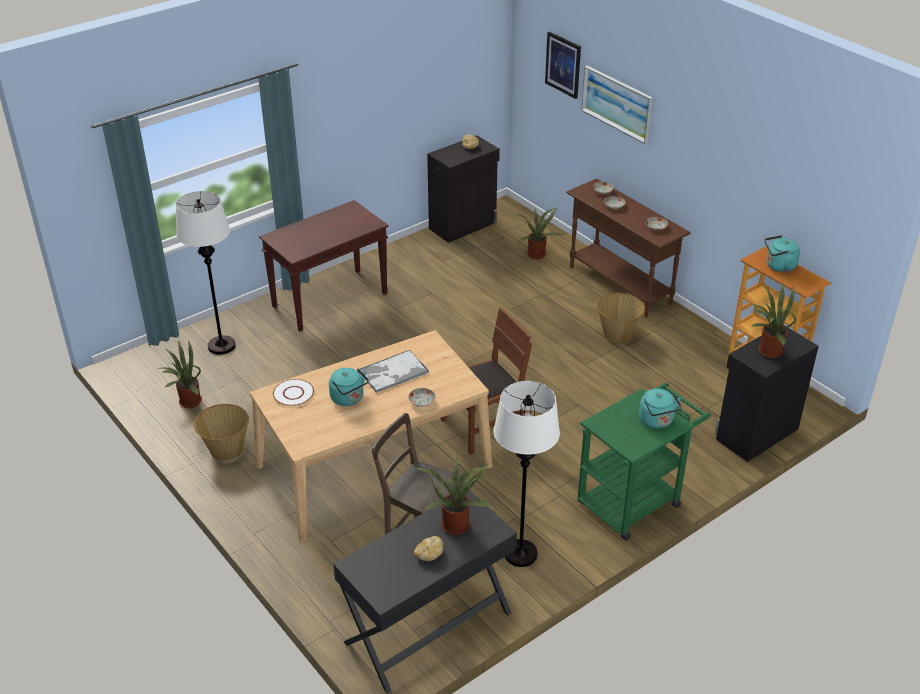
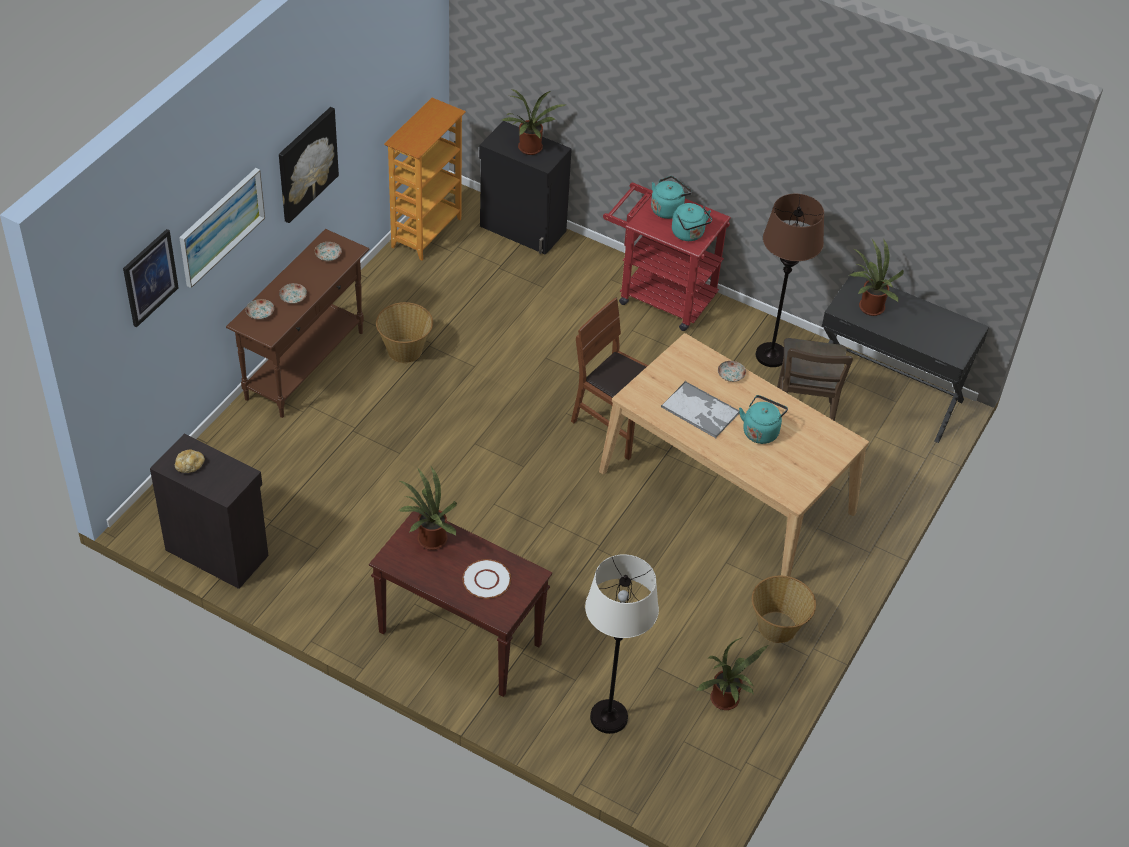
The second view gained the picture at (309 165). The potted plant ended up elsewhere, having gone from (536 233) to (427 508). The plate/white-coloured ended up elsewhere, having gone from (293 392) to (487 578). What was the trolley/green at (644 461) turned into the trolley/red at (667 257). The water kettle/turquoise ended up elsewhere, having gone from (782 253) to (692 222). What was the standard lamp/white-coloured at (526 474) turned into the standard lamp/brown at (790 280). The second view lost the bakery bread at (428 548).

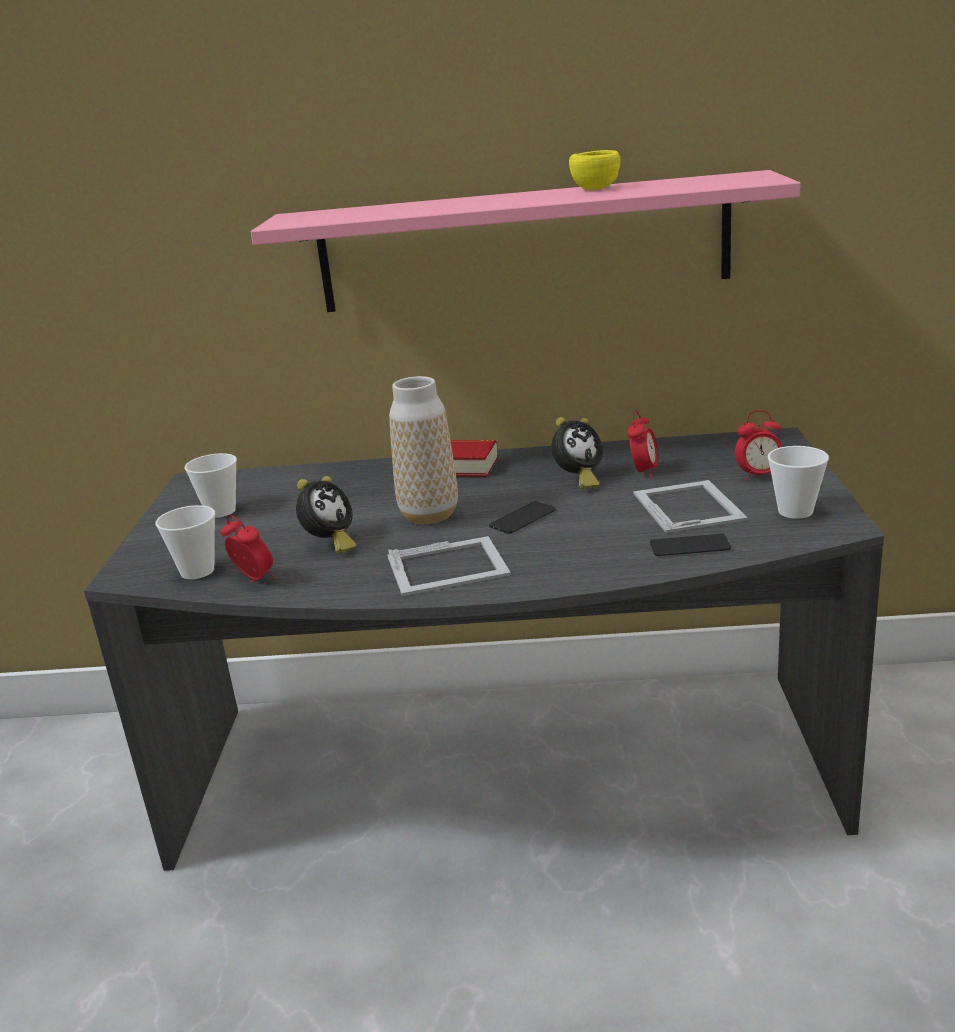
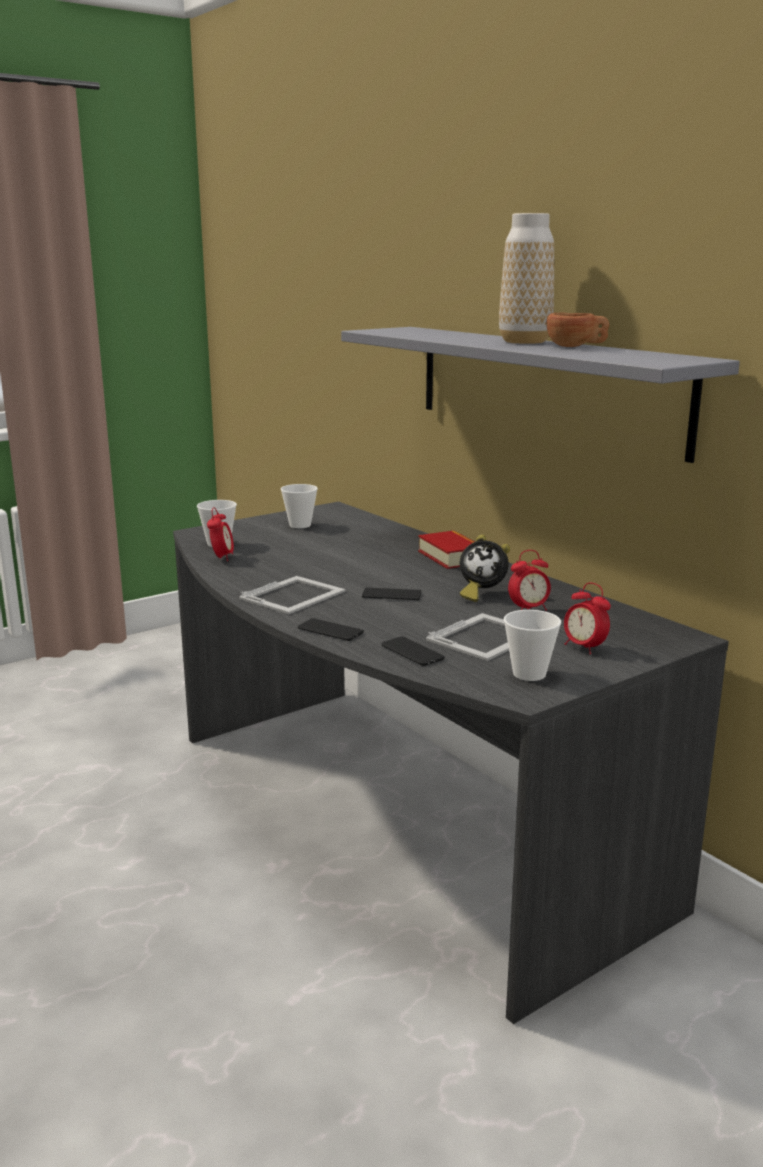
The picture frame at (449 566) ended up facing another way, 90 degrees counterclockwise from before. The second view gained the handset at (331 629). What was the shelf/pink-coloured at (526 241) turned into the shelf/gray at (540 395). The vase ended up elsewhere, having gone from (423 450) to (526 278). What was the cup/yellow-coloured at (595 170) turned into the cup/brown at (577 330). The second view lost the bedside clock at (326 514).

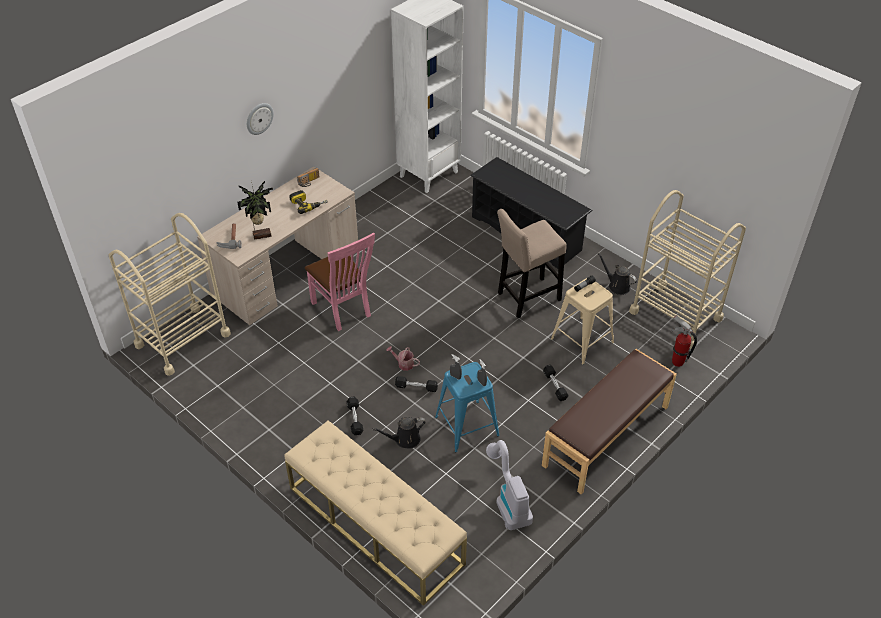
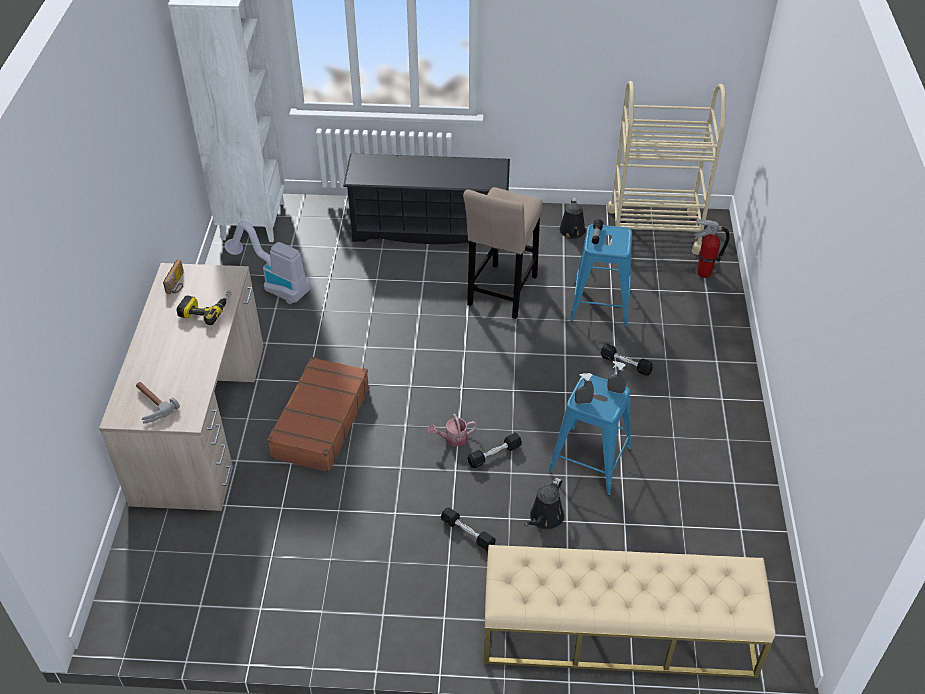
The vacuum ended up elsewhere, having gone from (509 485) to (268 262). Where the plain chair/pink-coloured stood at (340 282), the suitcase/brown came to stand at (318 414). The watering pot/black-coloured at (617 274) ended up facing another way, 90 degrees counterclockwise from before. What was the stool/beige at (582 321) turned into the stool/blue-coloured at (601 275). The second view lost the trolley/beige at (170 294). The second view lost the potted plant at (255 210). The second view lost the clock on the wall at (260 119). The second view lost the long seat/brown at (609 422).

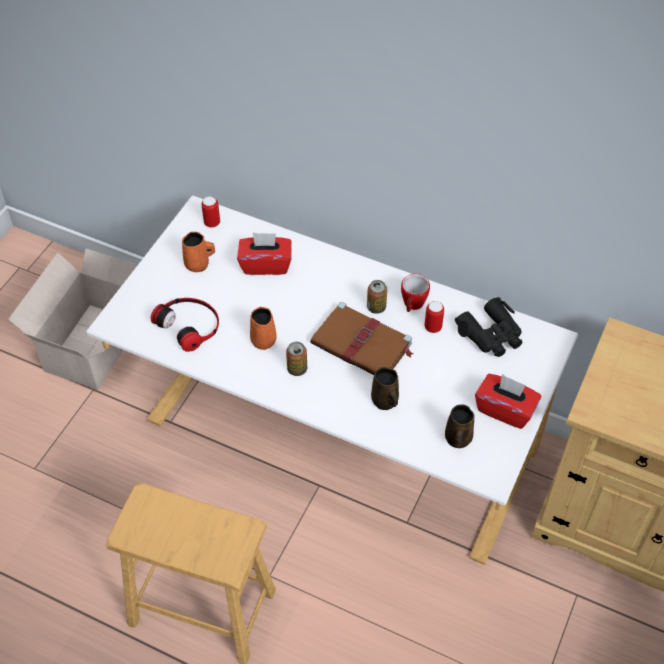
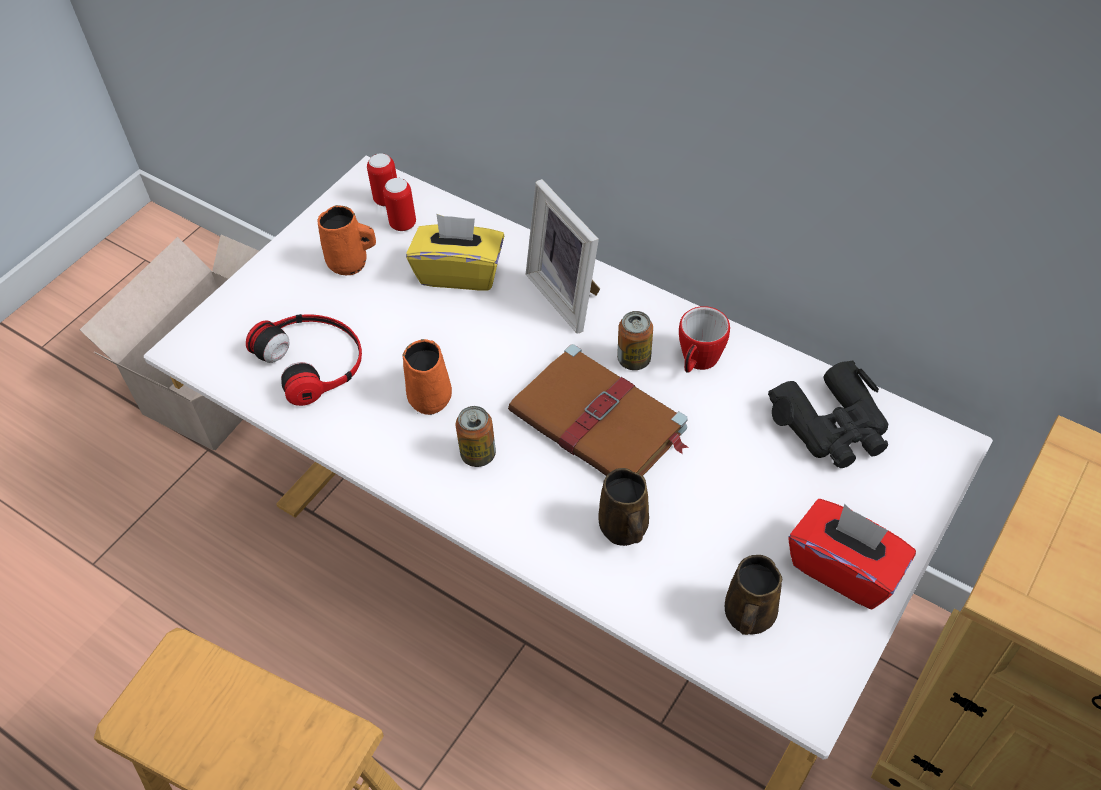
The sealed can ended up elsewhere, having gone from (434 317) to (399 204). What was the box of tissues/red at (264 254) turned into the box of tissues/yellow-coloured at (455 252). The second view gained the picture frame at (563 256).

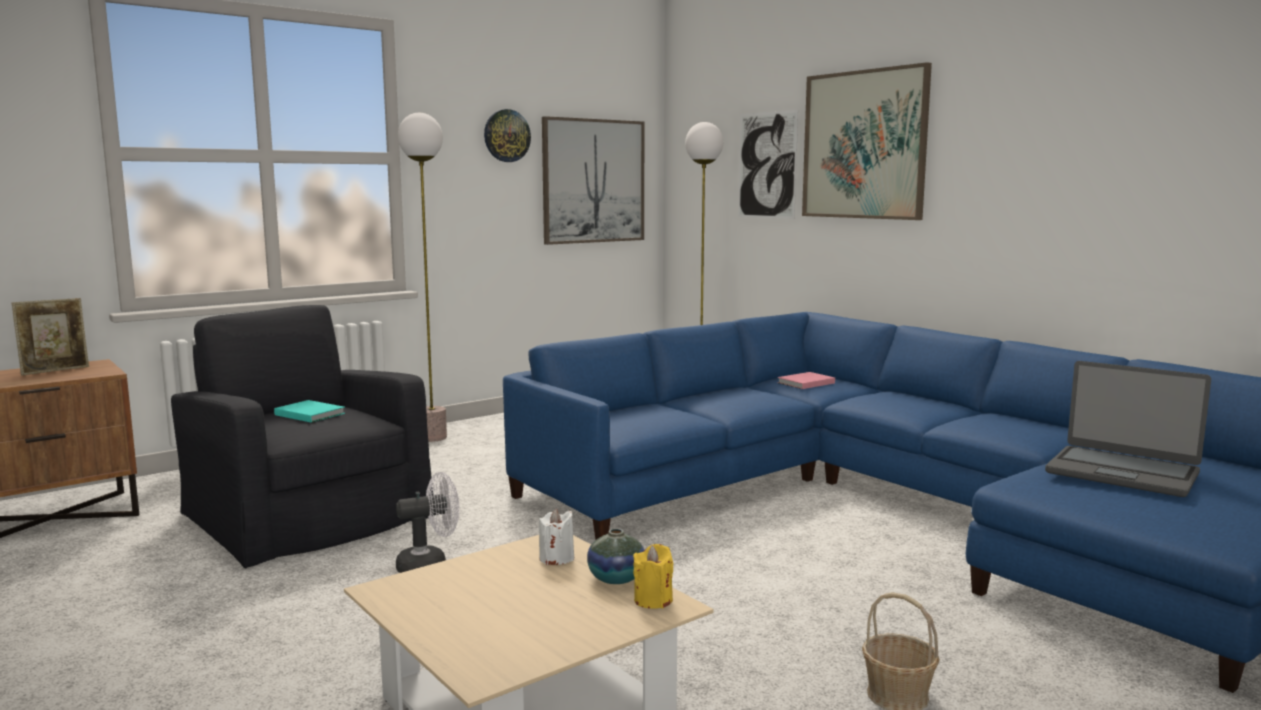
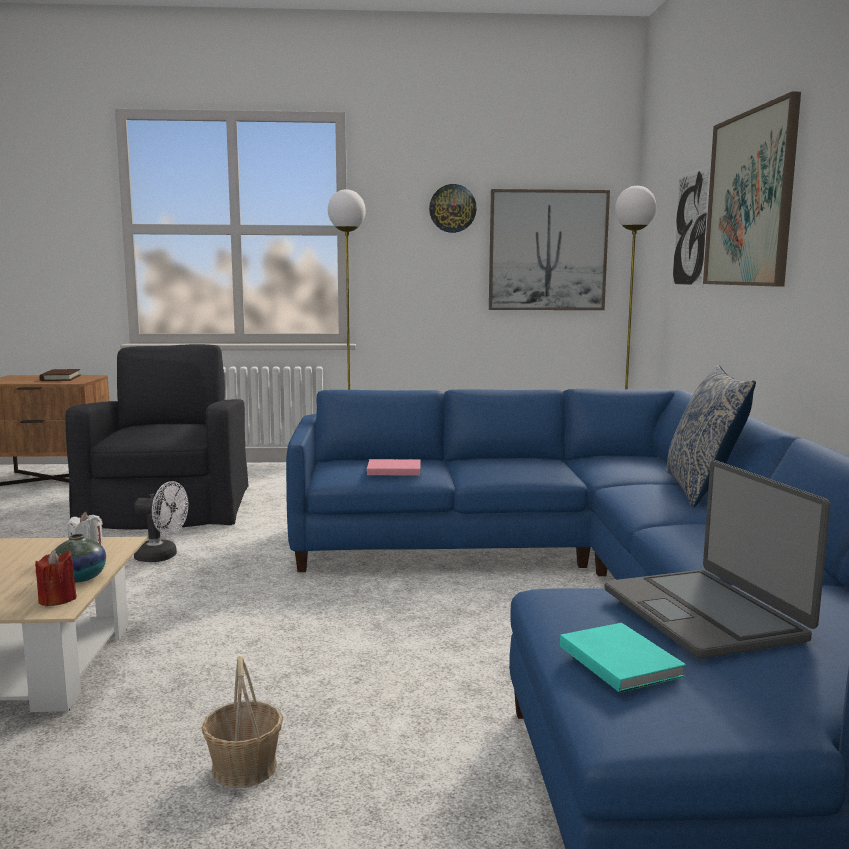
What was the wax light/yellow-coloured at (653 576) turned into the wax light/red at (56 578). Where the picture frame stood at (50 337), the volume/brown came to stand at (60 375). The volume/pink-coloured ended up elsewhere, having gone from (806 380) to (393 467). The volume/turquoise ended up elsewhere, having gone from (309 411) to (623 658). The second view gained the pillow at (711 436).

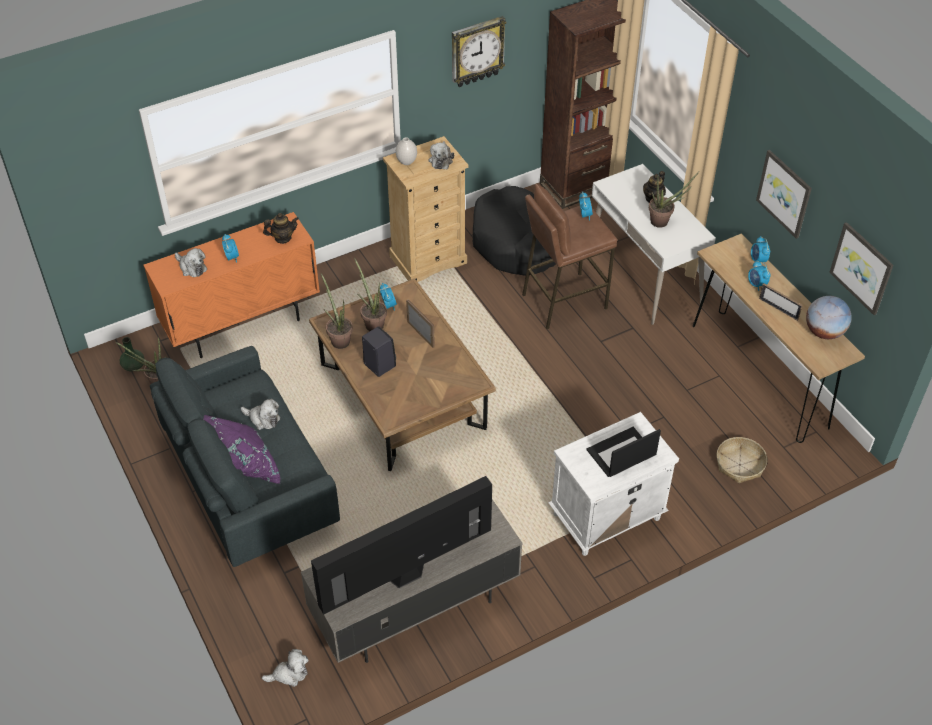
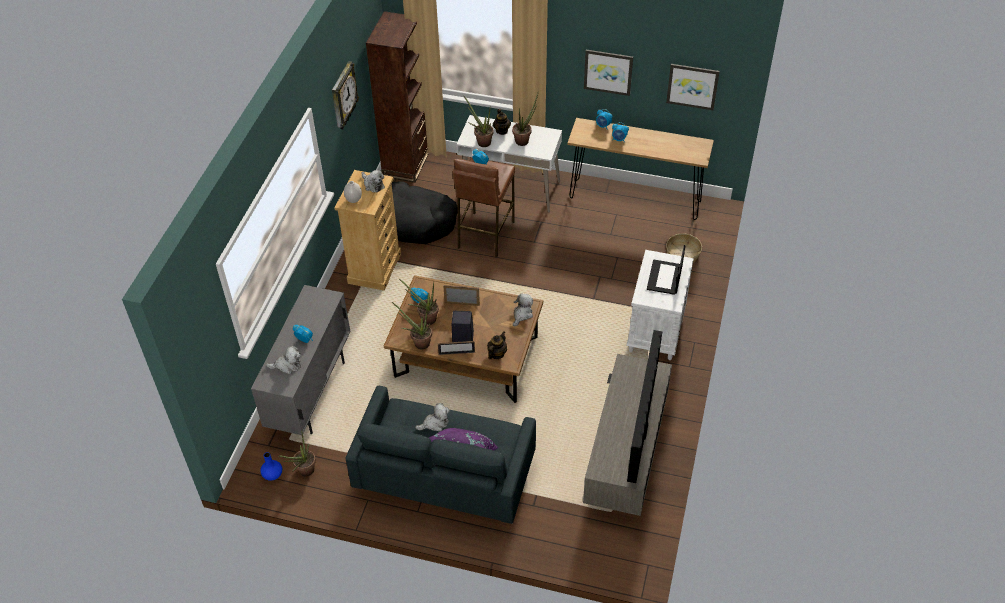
What was the cabinet/orange at (231 285) turned into the cabinet/gray at (301 360). What was the vase/green at (132 354) turned into the vase/blue-coloured at (271 466). The picture frame ended up elsewhere, having gone from (781 302) to (456 348). The second view gained the potted plant at (478 121). The teapot ended up elsewhere, having gone from (281 228) to (497 345). The soft toy ended up elsewhere, having gone from (285 668) to (523 309). The second view lost the desk globe at (829 317).

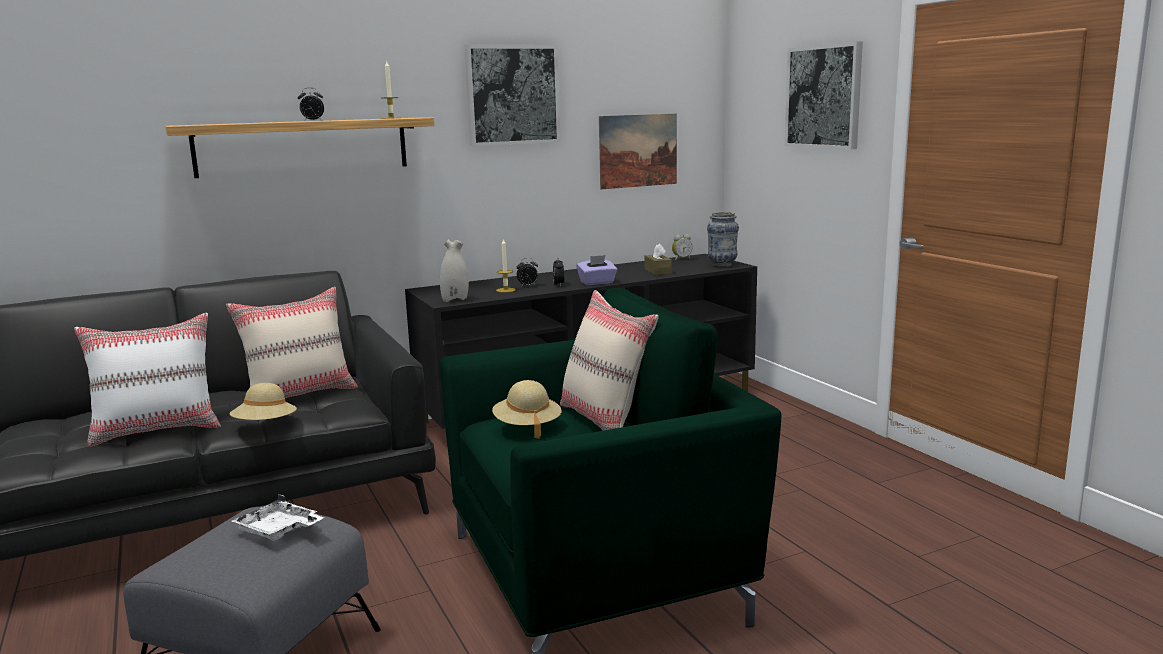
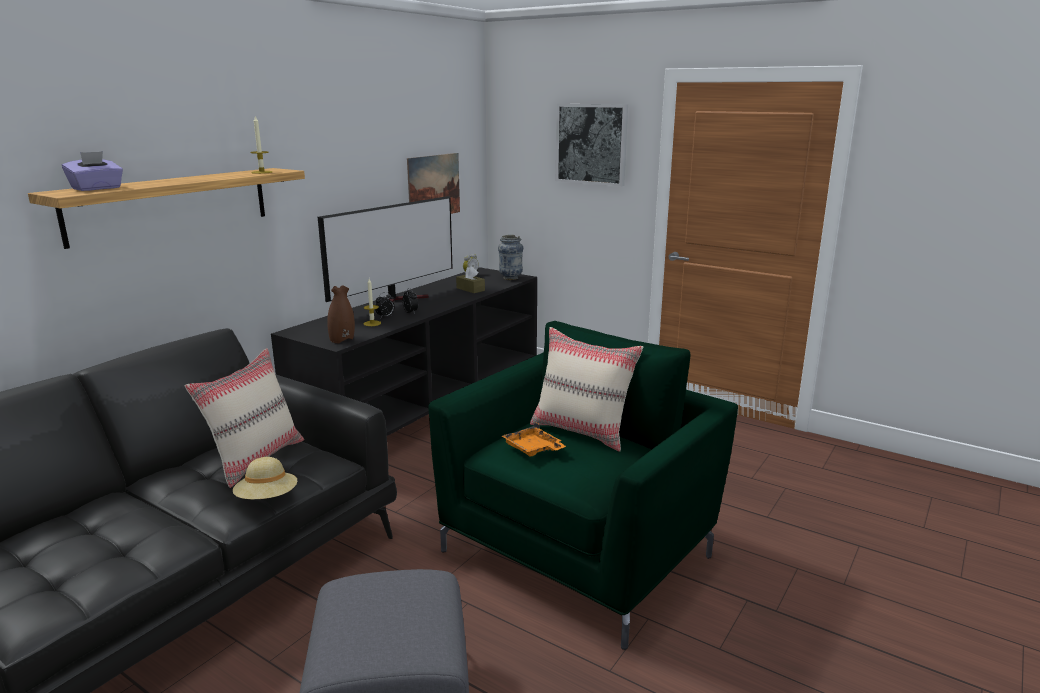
The box of tissues/purplish ended up elsewhere, having gone from (596 270) to (92 171). The second view gained the TV at (385 249). What was the vase/white-coloured at (454 271) turned into the vase/brown at (341 314). Where the clothing hat/beige stood at (526 409), the carrying tray/orange came to stand at (534 440). The second view lost the pillow/white-coloured at (147 380). The second view lost the carrying tray/white-coloured at (277 518). The second view lost the bedside clock at (311 104). The second view lost the picture at (513 95).

